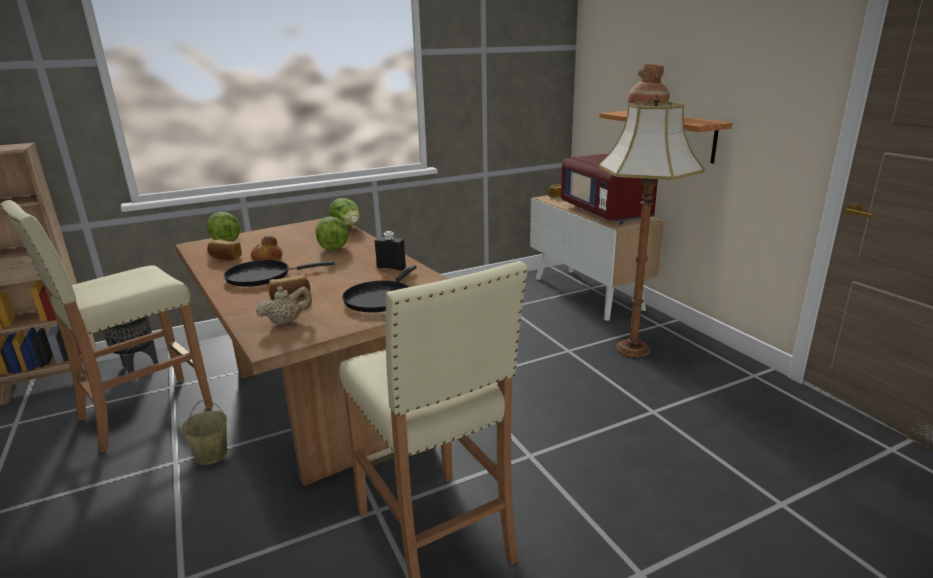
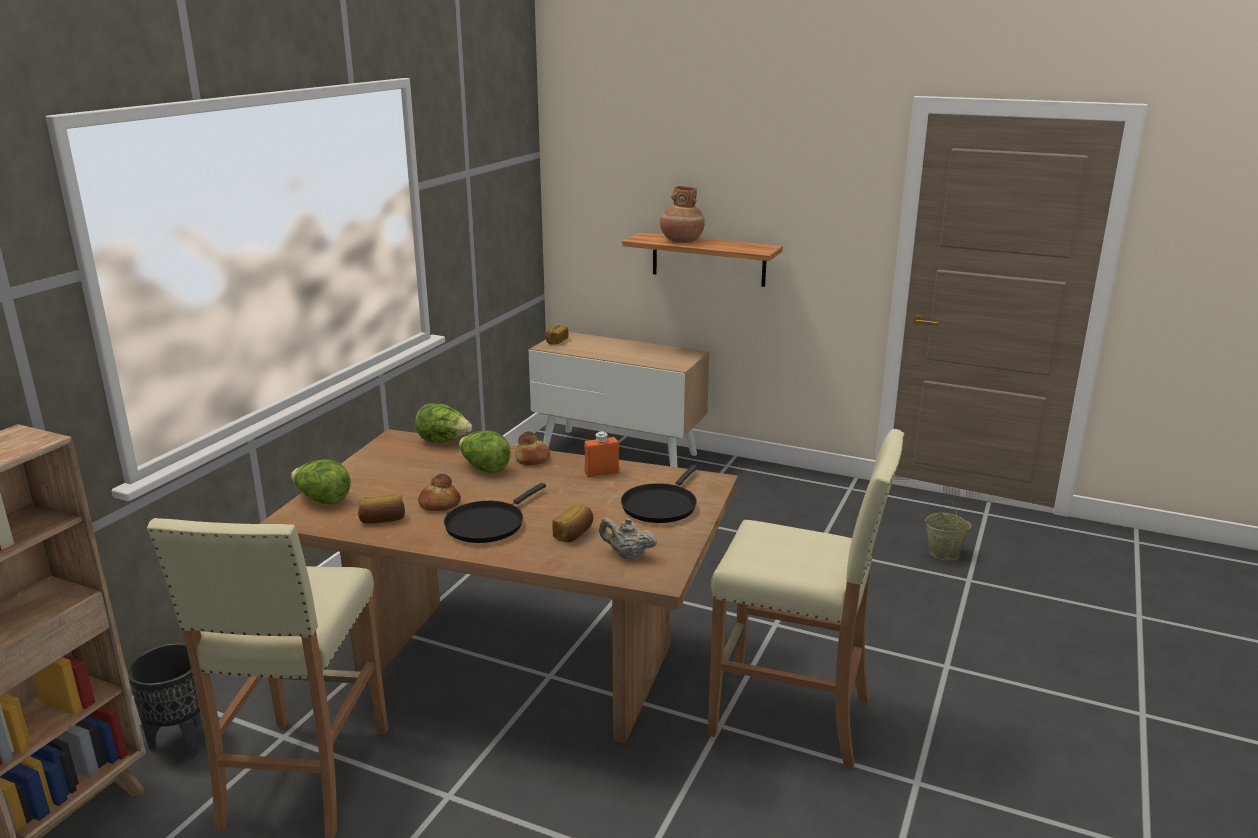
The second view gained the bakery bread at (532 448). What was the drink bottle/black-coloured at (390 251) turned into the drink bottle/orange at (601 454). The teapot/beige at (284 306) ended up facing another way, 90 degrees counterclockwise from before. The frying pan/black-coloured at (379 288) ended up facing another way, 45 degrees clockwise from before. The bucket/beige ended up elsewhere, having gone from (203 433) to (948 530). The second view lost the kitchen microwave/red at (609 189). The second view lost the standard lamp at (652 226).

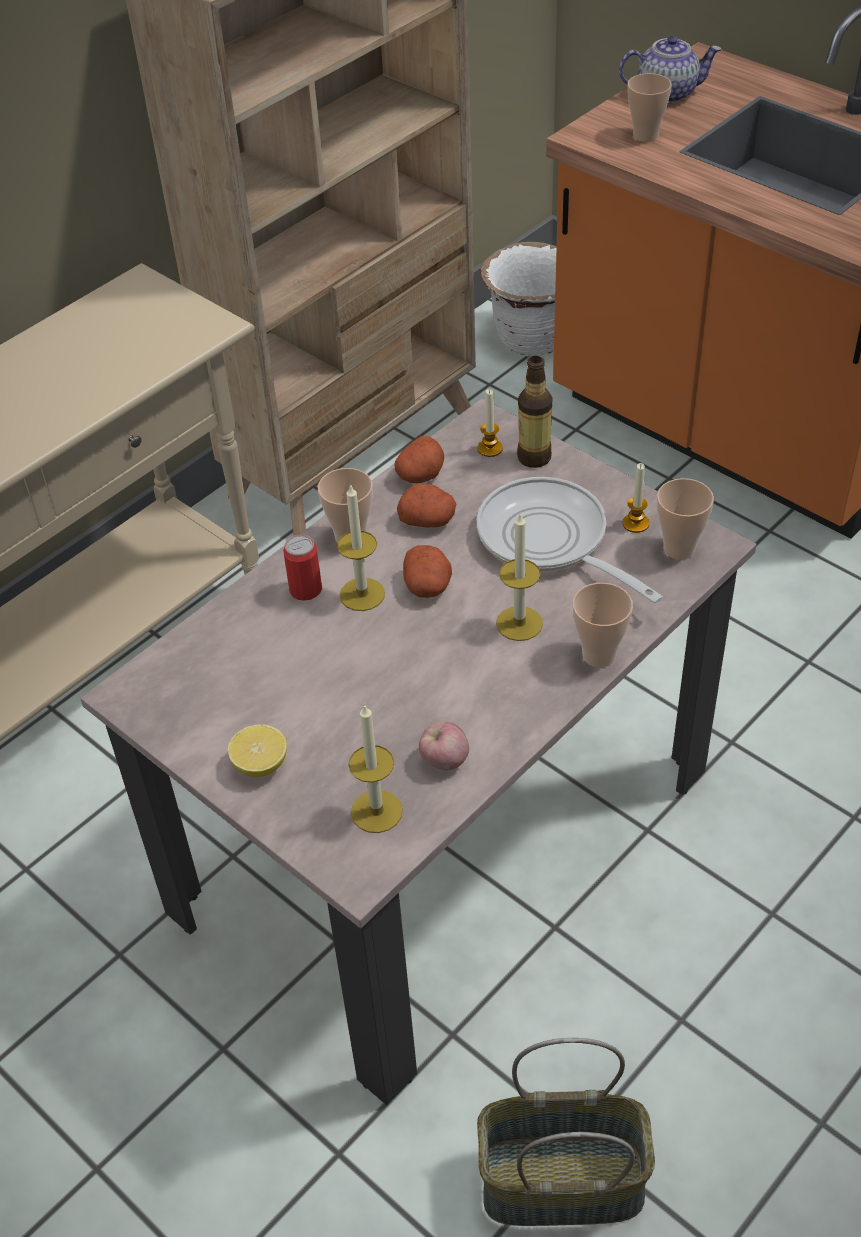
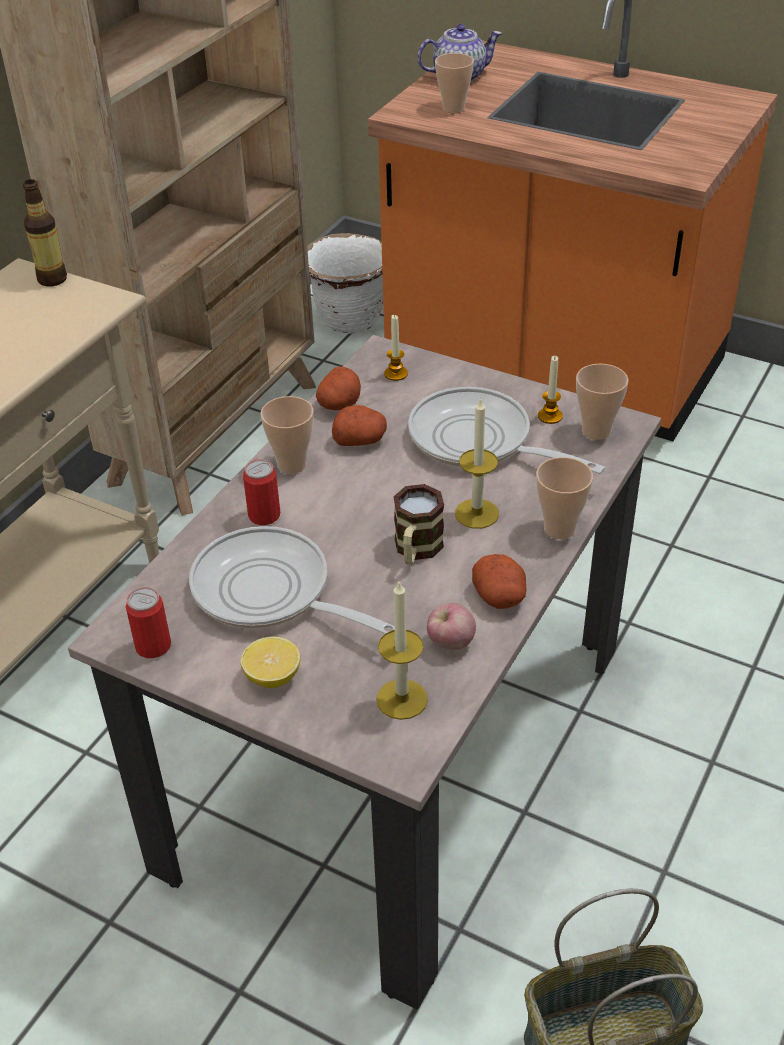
The drink bottle ended up elsewhere, having gone from (534 412) to (45 233). The second view gained the sealed can at (148 622). The second view gained the frying pan at (292 580). The second view gained the coffee mug at (418 524). The potato ended up elsewhere, having gone from (427 571) to (499 581). The second view lost the wax light at (361 547).

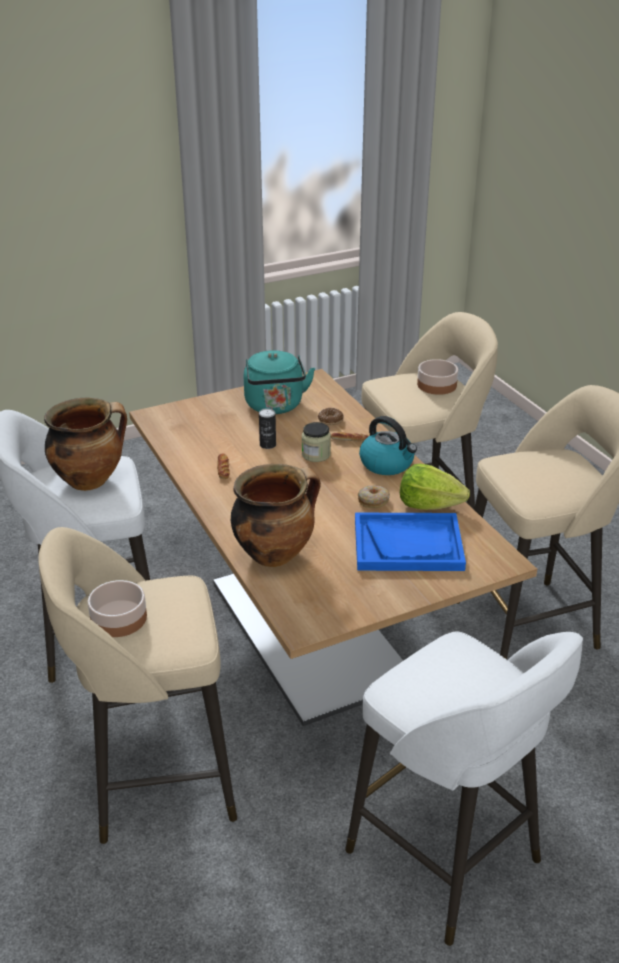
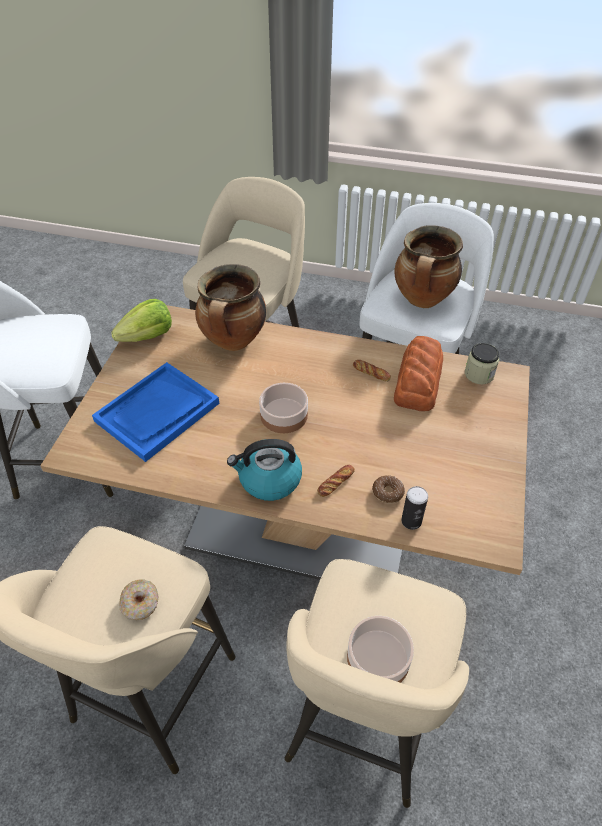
The head of lettuce ended up elsewhere, having gone from (435 487) to (141 320). The donut ended up elsewhere, having gone from (374 496) to (139 599). The deep dish ended up elsewhere, having gone from (117 608) to (283 408). The second view gained the bakery bread at (418 373). The sealed can ended up elsewhere, having gone from (267 428) to (414 508). The jar ended up elsewhere, having gone from (316 442) to (482 363). The second view lost the water kettle/turquoise at (279 382).

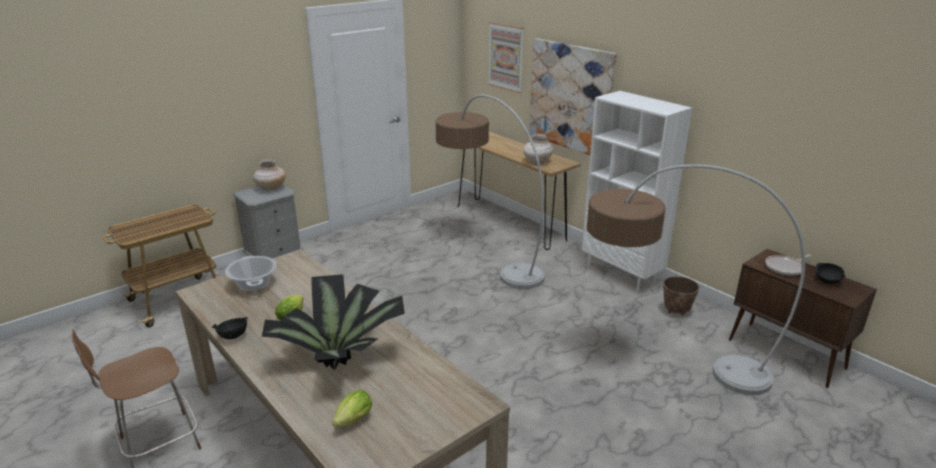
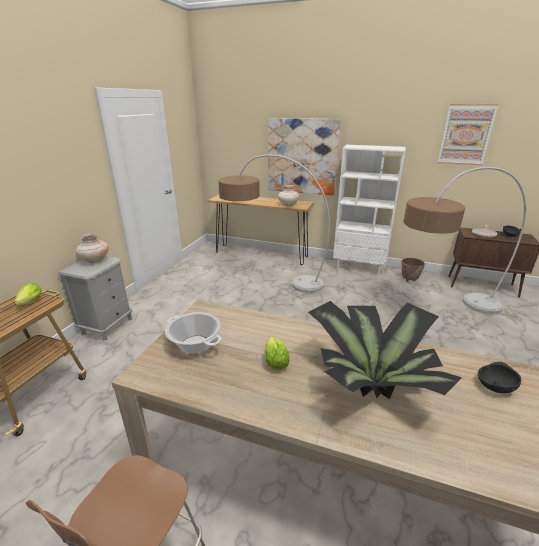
The head of lettuce ended up elsewhere, having gone from (352 409) to (28 294). The picture ended up elsewhere, having gone from (506 57) to (468 134). The deep dish/black-coloured ended up elsewhere, having gone from (230 328) to (499 377).

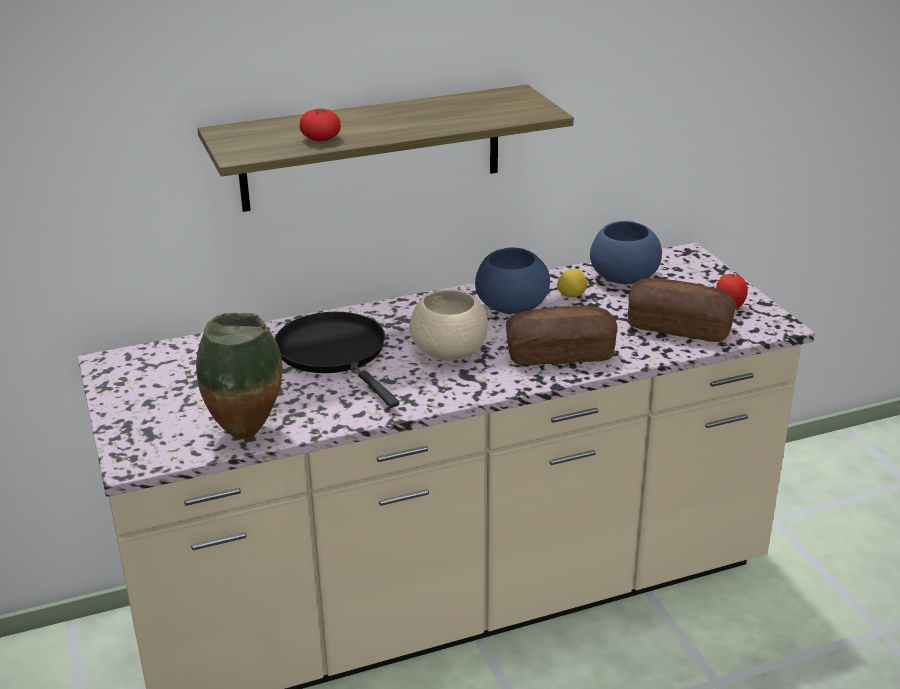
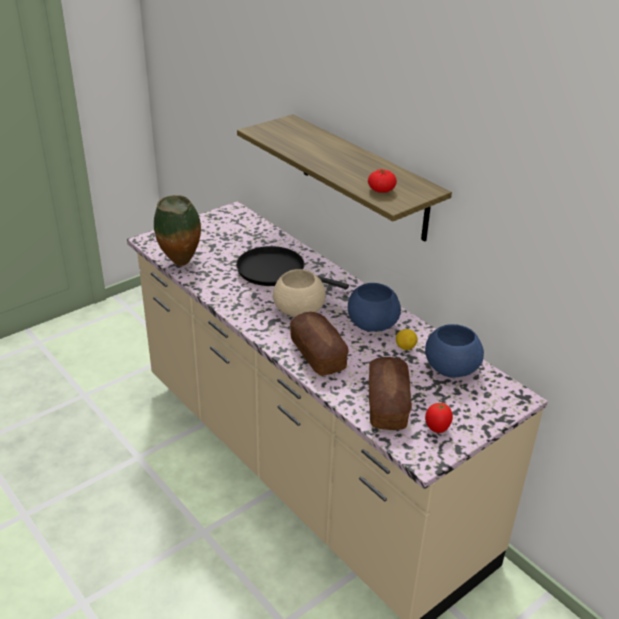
The frying pan/black-coloured at (337 360) ended up facing another way, 105 degrees counterclockwise from before. The fresh tomato ended up elsewhere, having gone from (320 125) to (382 181).

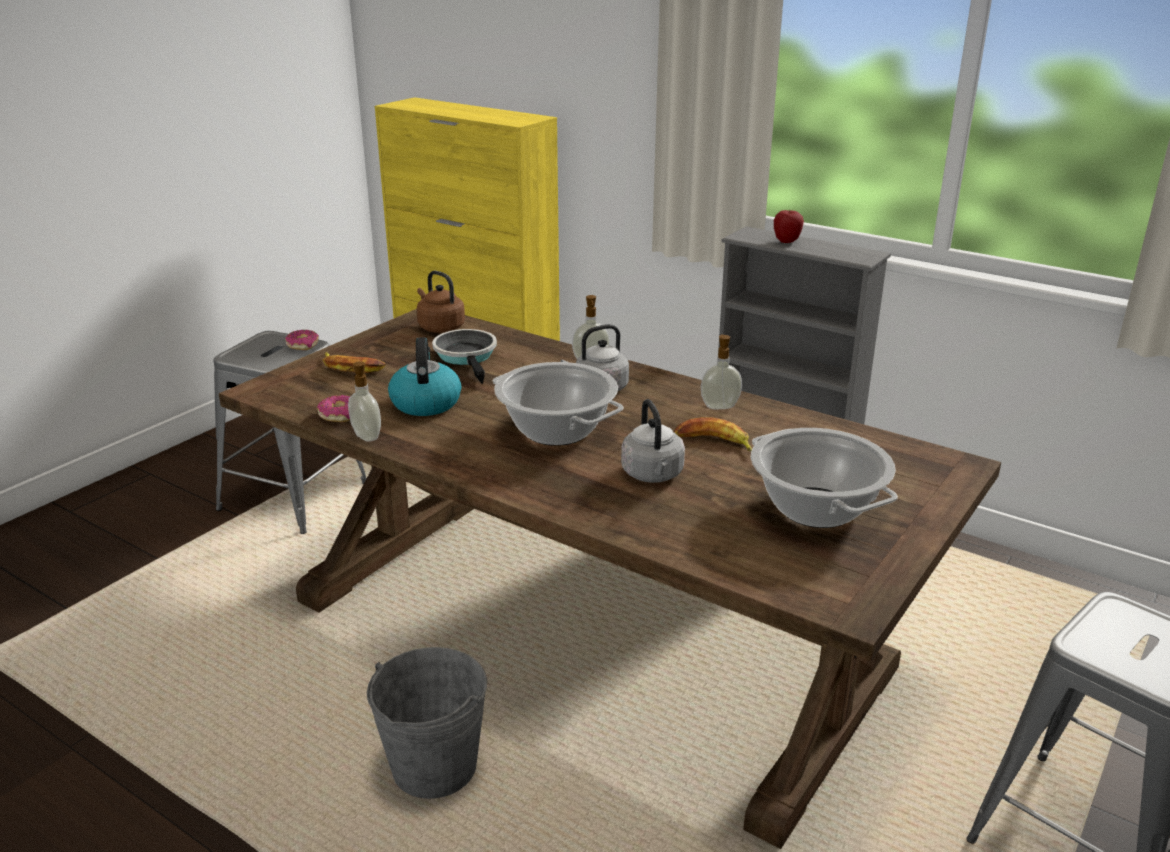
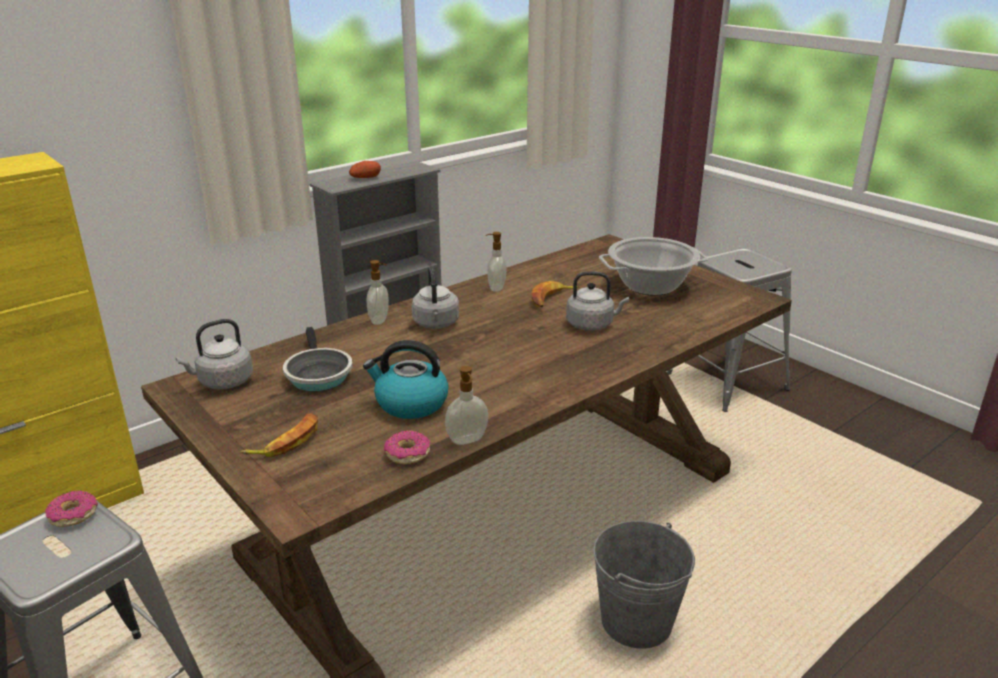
What was the water kettle/brown at (441 302) turned into the water kettle/gray at (214 354). The frying pan at (464 356) ended up facing another way, 105 degrees counterclockwise from before. Where the apple stood at (789 226), the potato came to stand at (365 169). The second view lost the saucepot at (558 404).

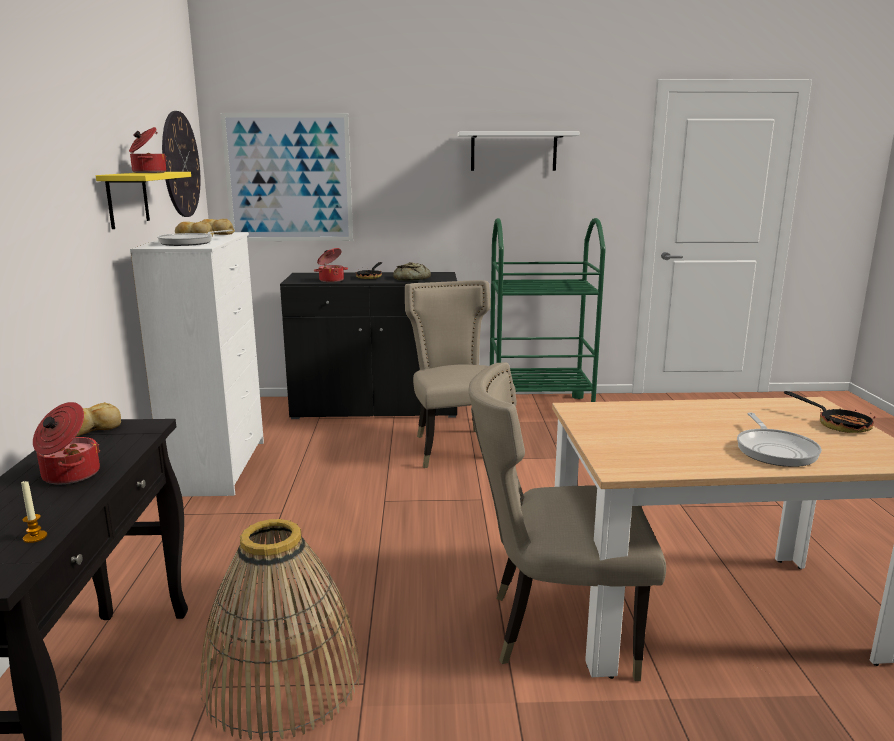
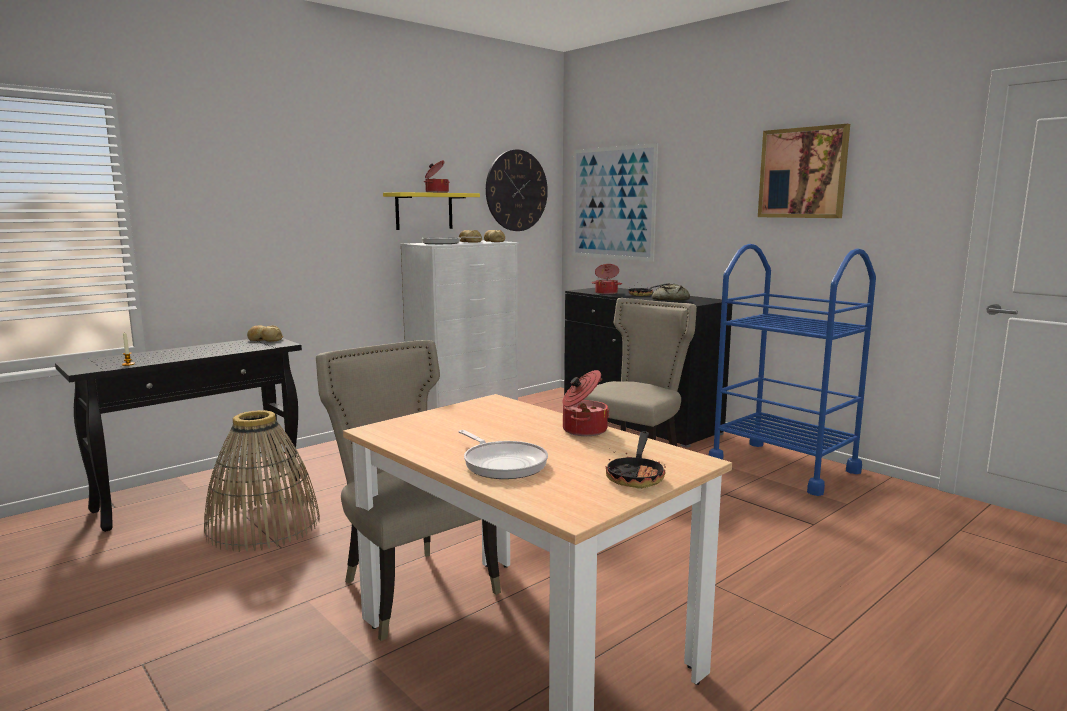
The frying pan at (779 439) ended up facing another way, 90 degrees counterclockwise from before. The saucepot ended up elsewhere, having gone from (66 443) to (586 403). What was the trolley/green at (548 310) turned into the trolley/blue-coloured at (792 370). Where the shelf/white-coloured hung at (518 151), the picture came to hang at (804 171).

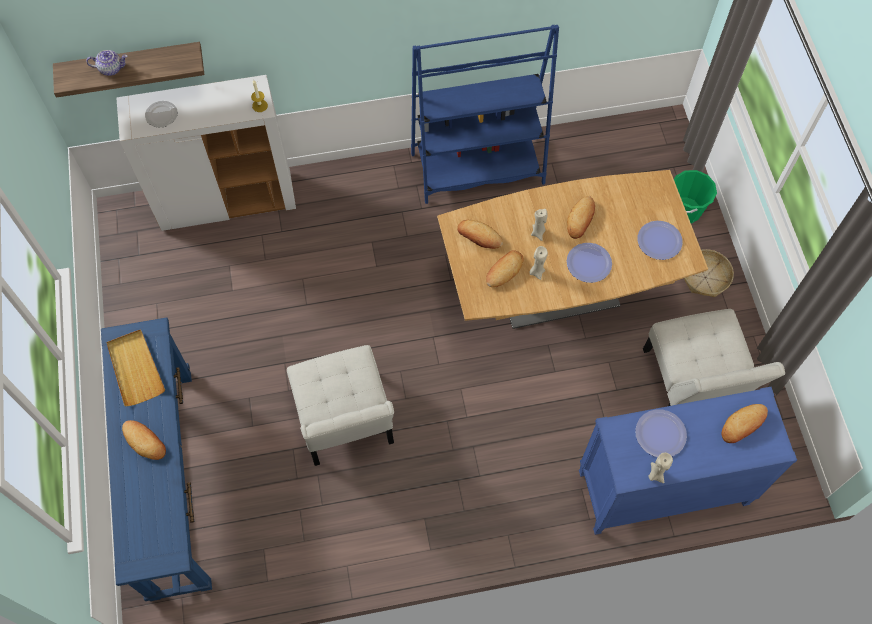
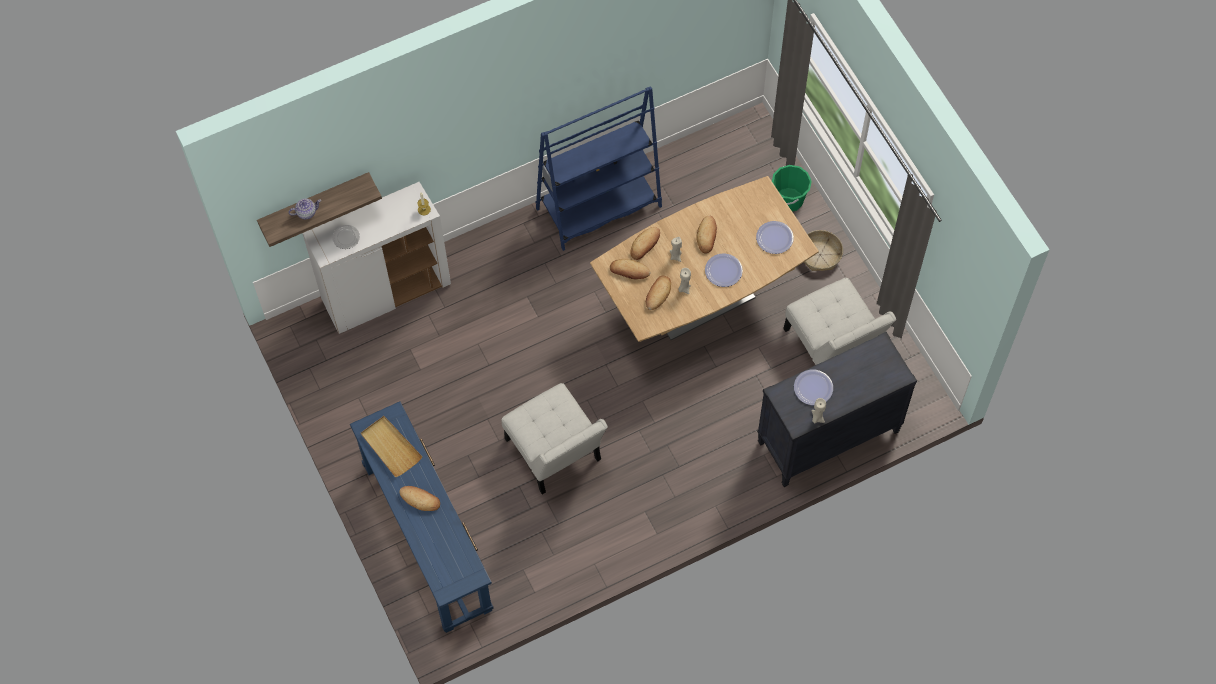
The bakery bread ended up elsewhere, having gone from (745 423) to (645 243). What was the drawer chest/blue-coloured at (688 461) turned into the drawer chest/black-coloured at (837 409).

